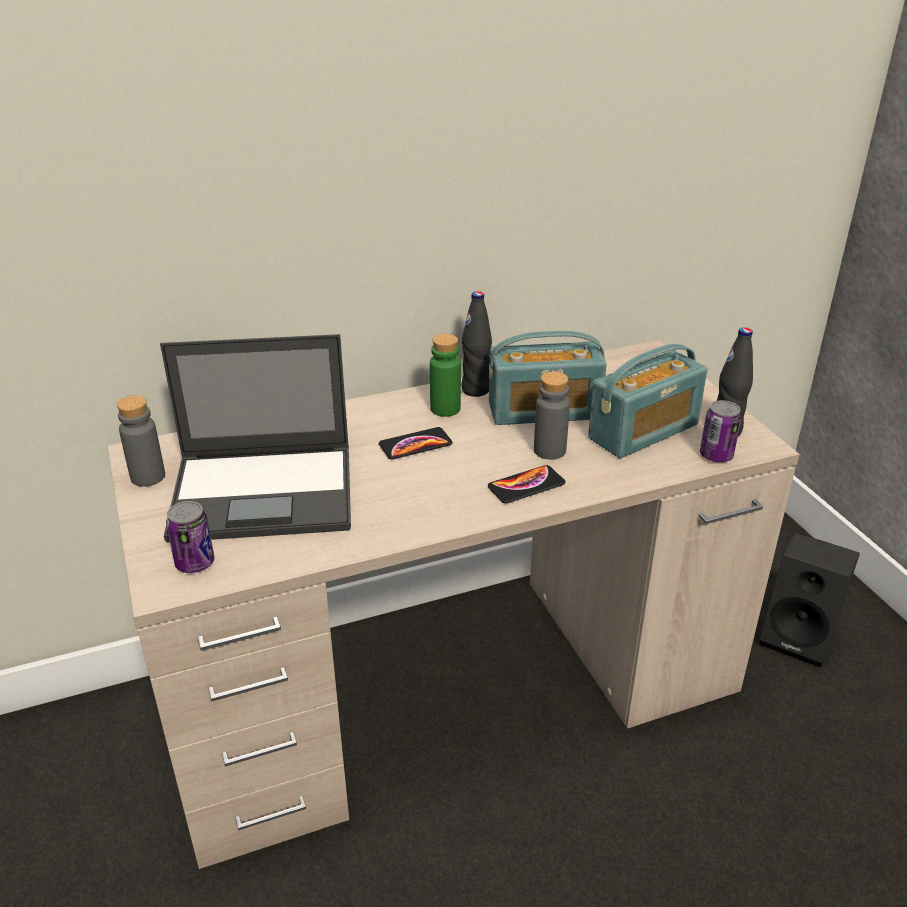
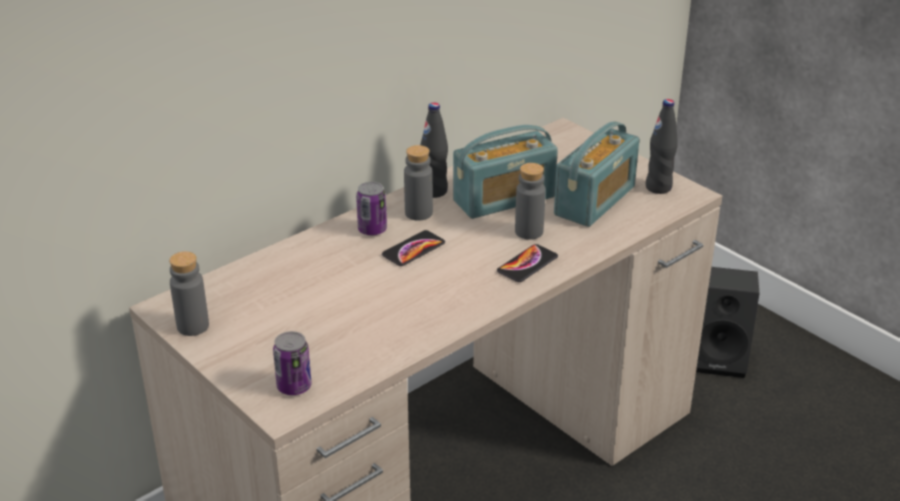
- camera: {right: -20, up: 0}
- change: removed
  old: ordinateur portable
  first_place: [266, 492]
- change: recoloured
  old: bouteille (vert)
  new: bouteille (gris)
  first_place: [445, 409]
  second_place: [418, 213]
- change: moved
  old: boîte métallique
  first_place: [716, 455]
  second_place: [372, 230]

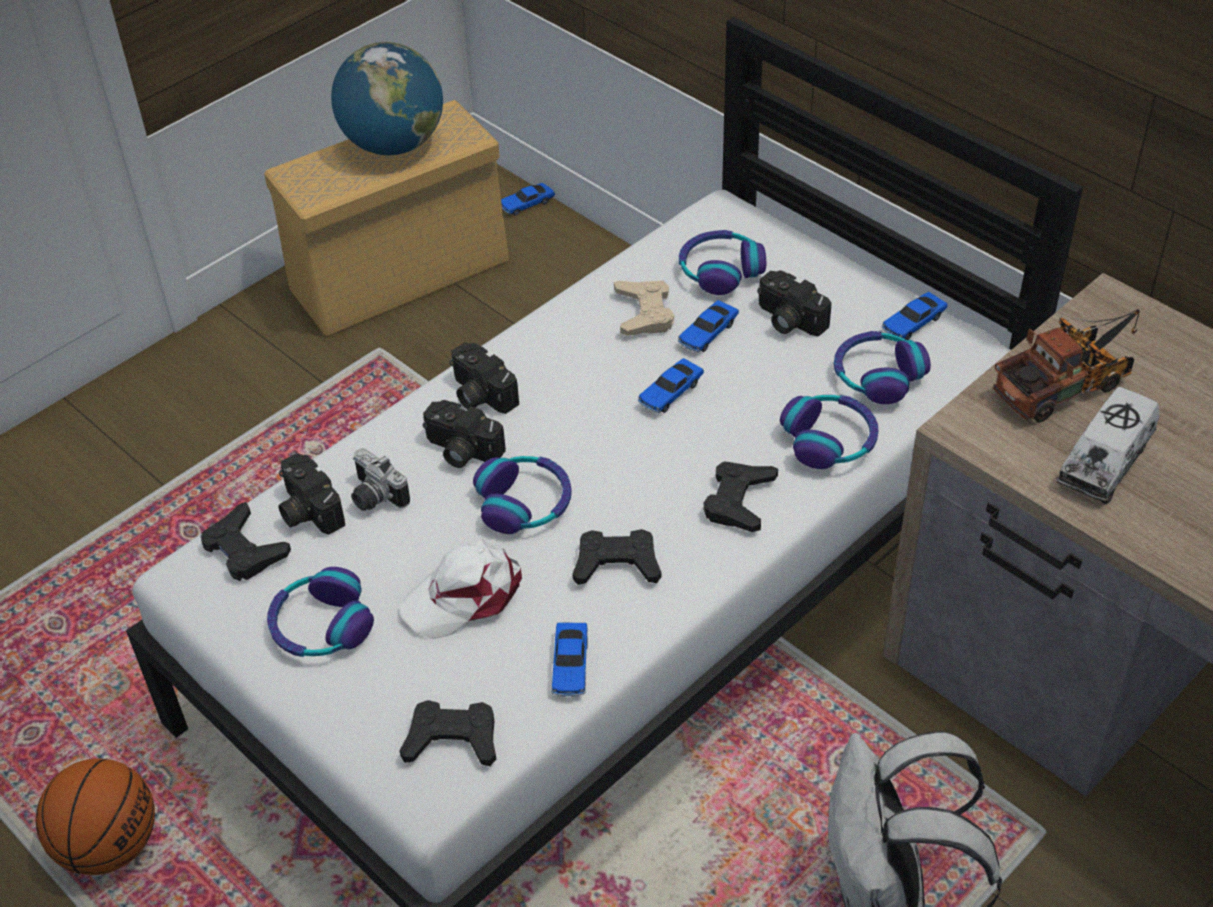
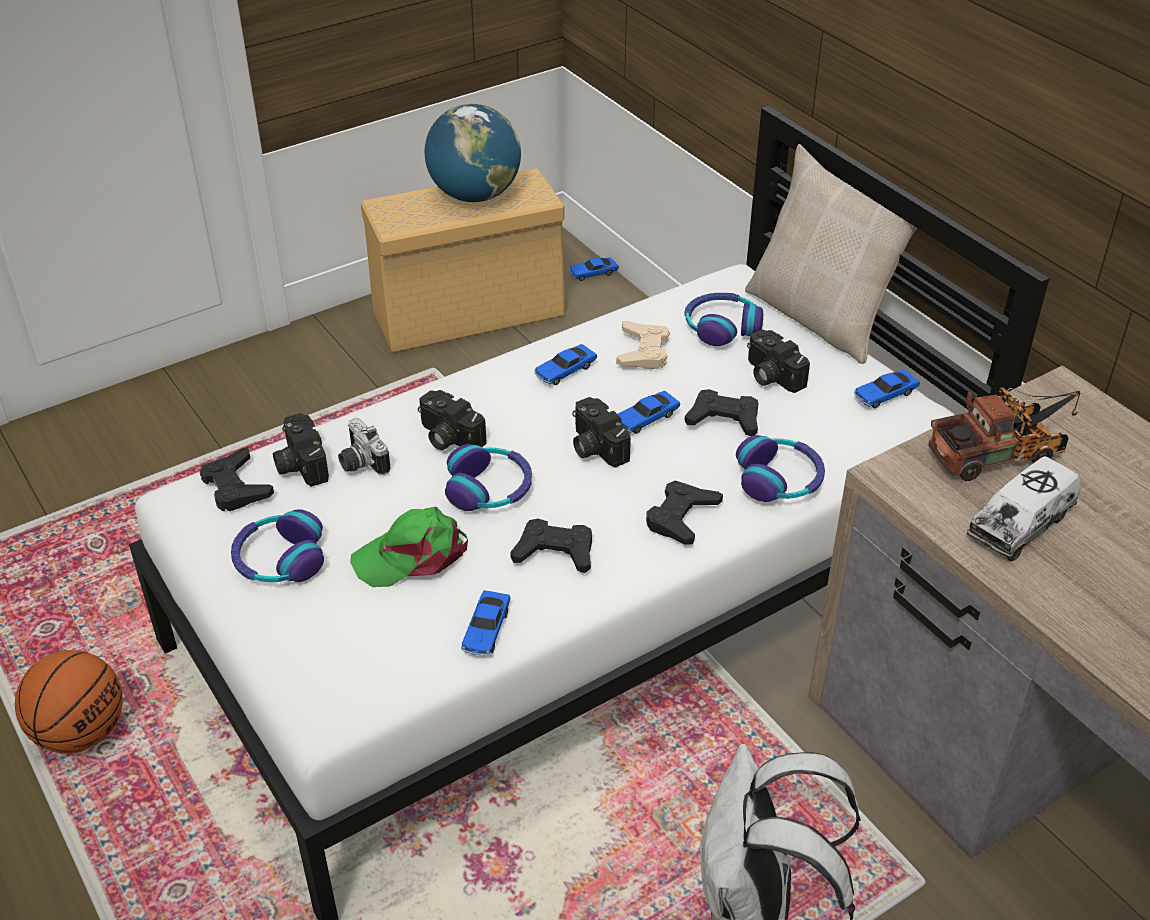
- camera: {right: 10, up: -5}
- change: moved
  old: petite voiture
  first_place: [707, 333]
  second_place: [565, 371]
- change: removed
  old: casque audio
  first_place: [877, 375]
- change: moved
  old: appareil photo
  first_place: [479, 394]
  second_place: [594, 447]
- change: recoloured
  old: casquette (blanc)
  new: casquette (vert)
  first_place: [465, 595]
  second_place: [412, 556]
- change: moved
  old: manette (noir)
  first_place: [452, 739]
  second_place: [724, 419]
- change: added
  new: coussin (beige)
  second_place: [820, 317]

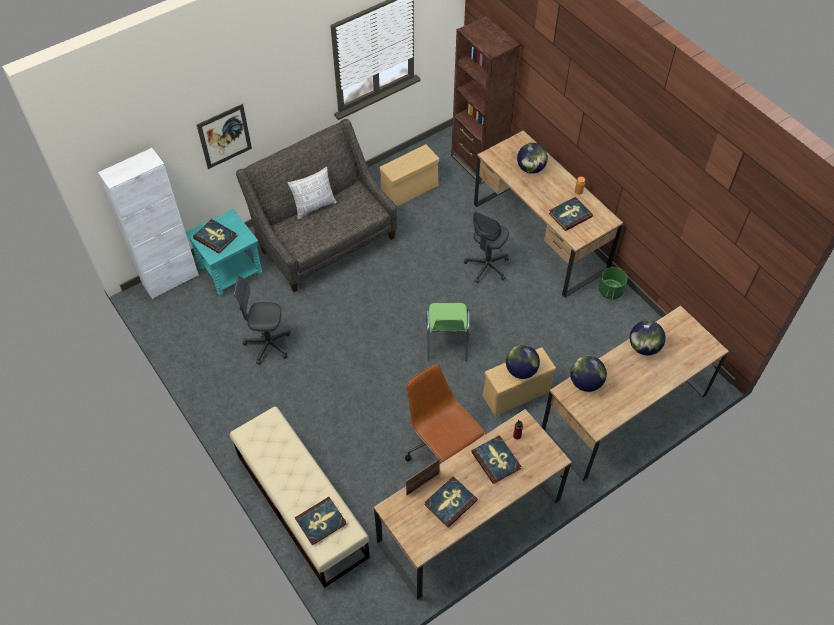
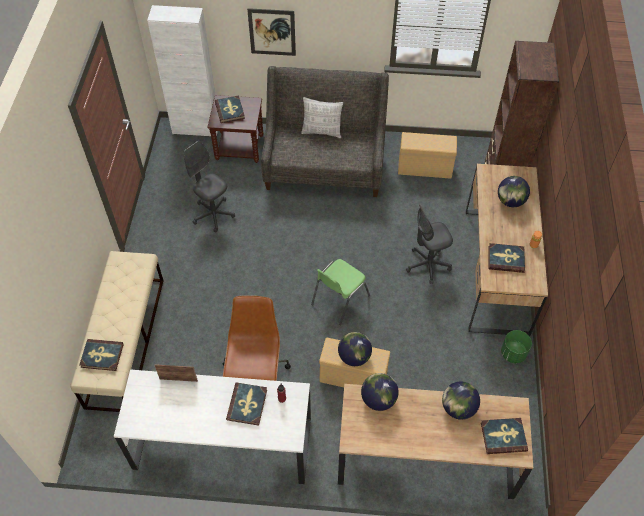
- camera: {right: 40, up: 0}
- change: recoloured
  old: table d'appoint (turquoise)
  new: table d'appoint (marron)
  first_place: [231, 271]
  second_place: [239, 147]
- change: recoloured
  old: bureau (marron)
  new: bureau (blanc)
  first_place: [469, 521]
  second_place: [223, 444]
- change: moved
  old: livre
  first_place: [450, 502]
  second_place: [503, 436]

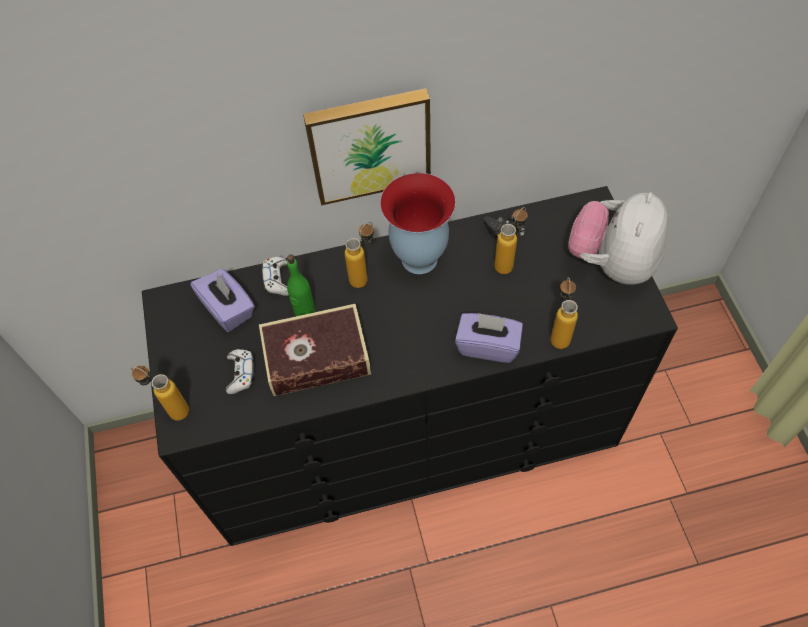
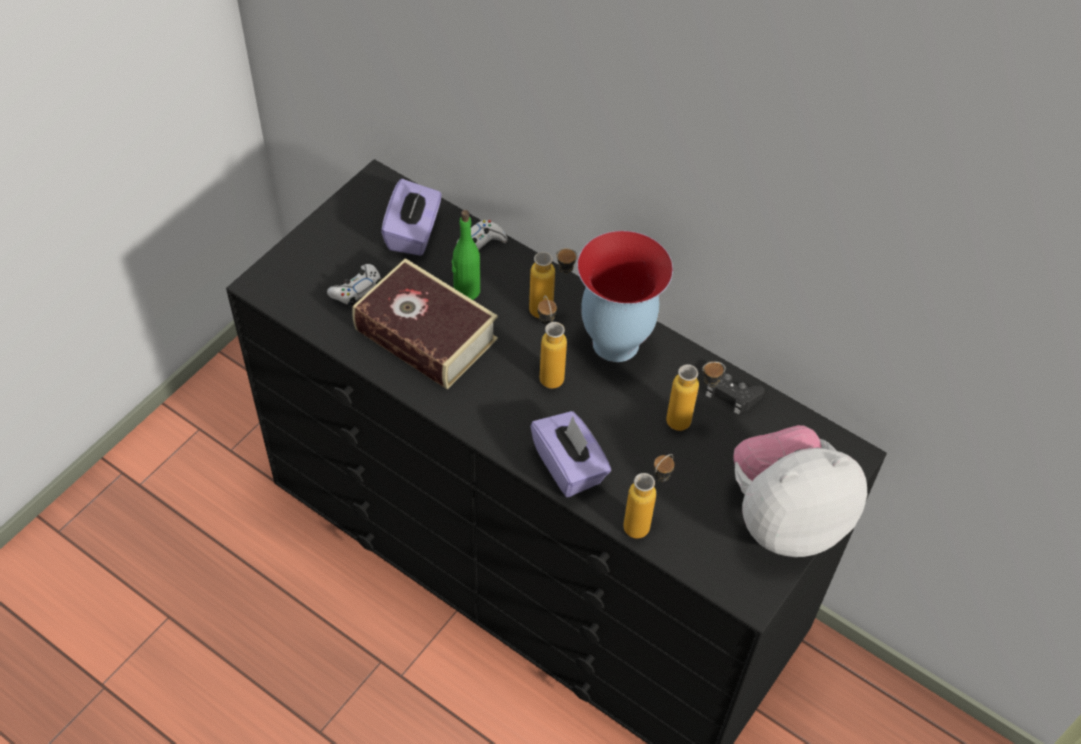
- camera: {right: 45, up: -5}
- change: removed
  old: tableau
  first_place: [369, 144]
- change: moved
  old: bouteille
  first_place: [171, 409]
  second_place: [548, 371]

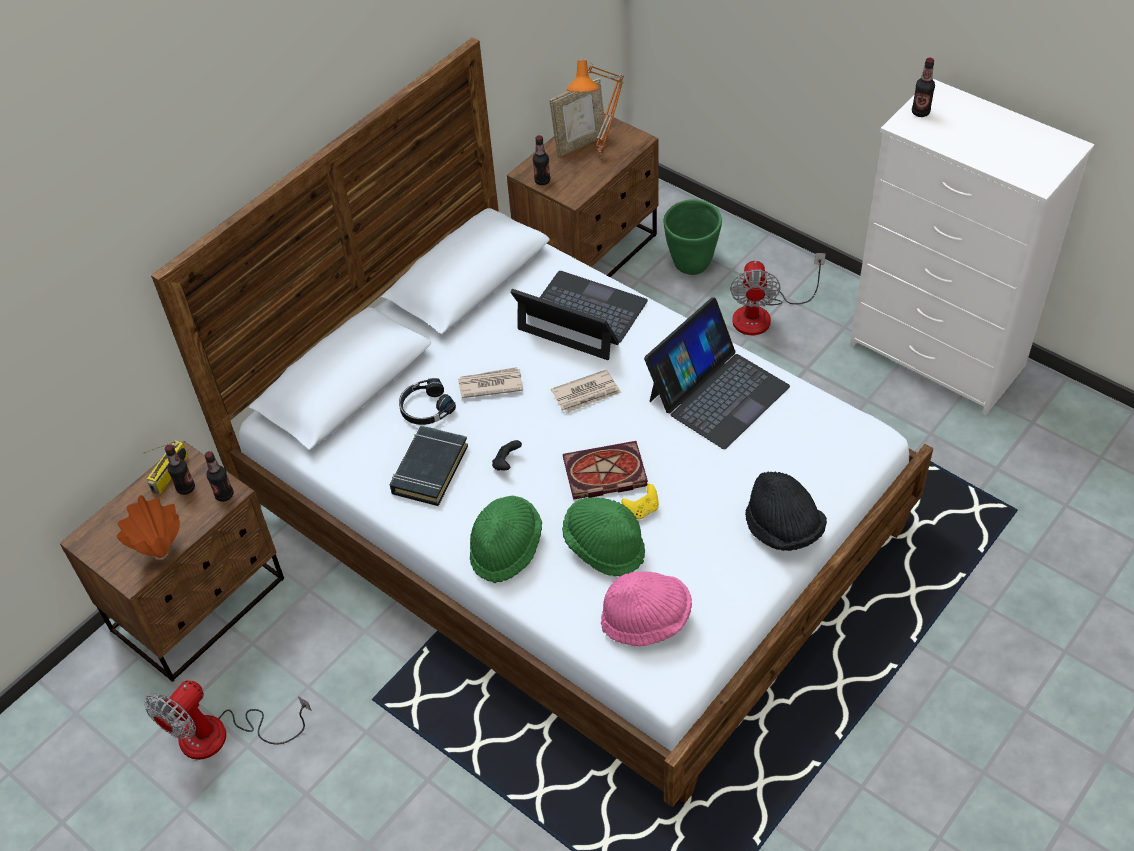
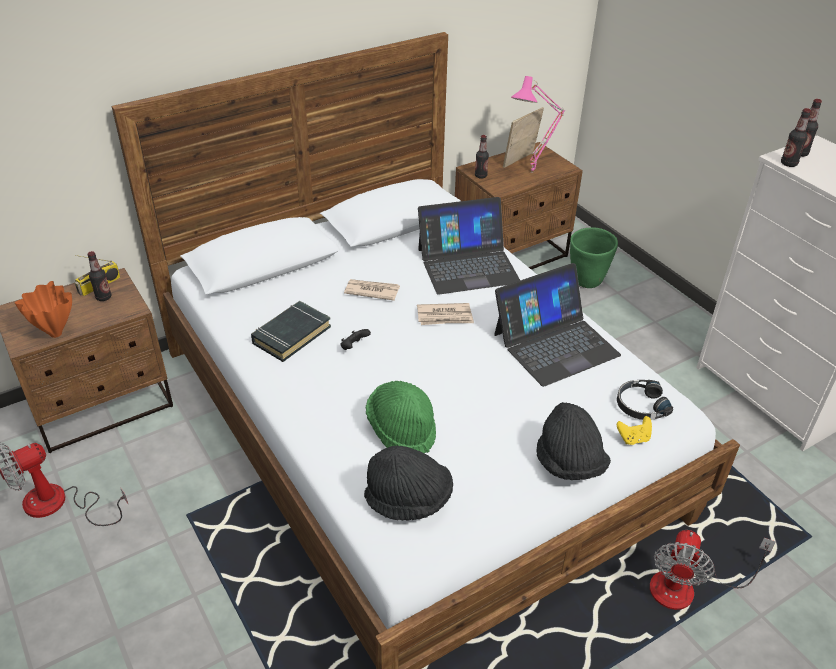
- camera: {right: 15, up: -10}
- change: recoloured
  old: lampe de table (orange)
  new: lampe de table (rose)
  first_place: [603, 159]
  second_place: [533, 173]
- change: turned
  old: cadre photo
  first_place: [580, 144]
  second_place: [520, 161]
  degrees: 150
- change: moved
  old: ventilateur
  first_place: [763, 314]
  second_place: [686, 587]
- change: turned
  old: ordinateur portable
  first_place: [581, 316]
  second_place: [467, 265]
  degrees: 120
- change: moved
  old: casque audio (noir)
  first_place: [425, 408]
  second_place: [640, 405]
- change: removed
  old: livre
  first_place: [603, 474]
- change: moved
  old: bouteille
  first_place: [224, 495]
  second_place: [788, 164]
- change: moved
  old: manette (jaune)
  first_place: [642, 510]
  second_place: [633, 438]
- change: removed
  old: chapeau (vert)
  first_place: [505, 548]
- change: recoloured
  old: chapeau (rose)
  new: chapeau (noir)
  first_place: [646, 620]
  second_place: [409, 500]

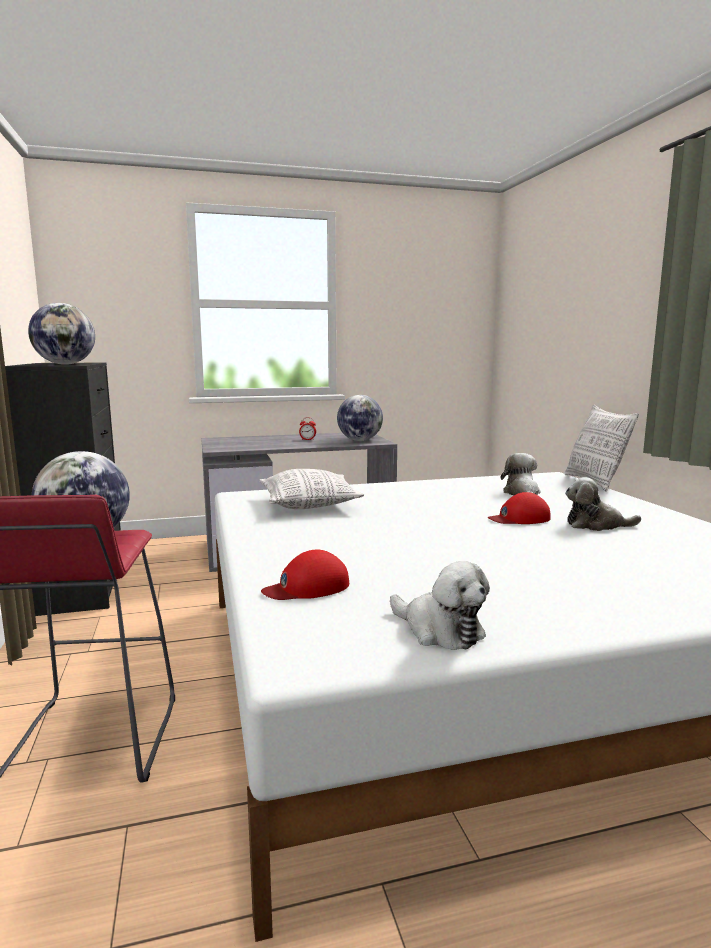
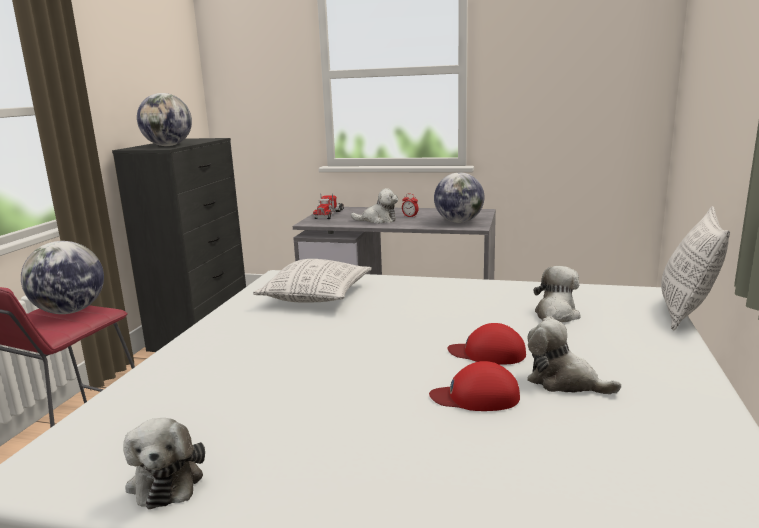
- camera: {right: 30, up: 5}
- change: moved
  old: casquette (rouge)
  first_place: [307, 587]
  second_place: [476, 397]
- change: added
  new: peluche
  second_place: [378, 220]
- change: added
  new: camion jouet
  second_place: [329, 214]

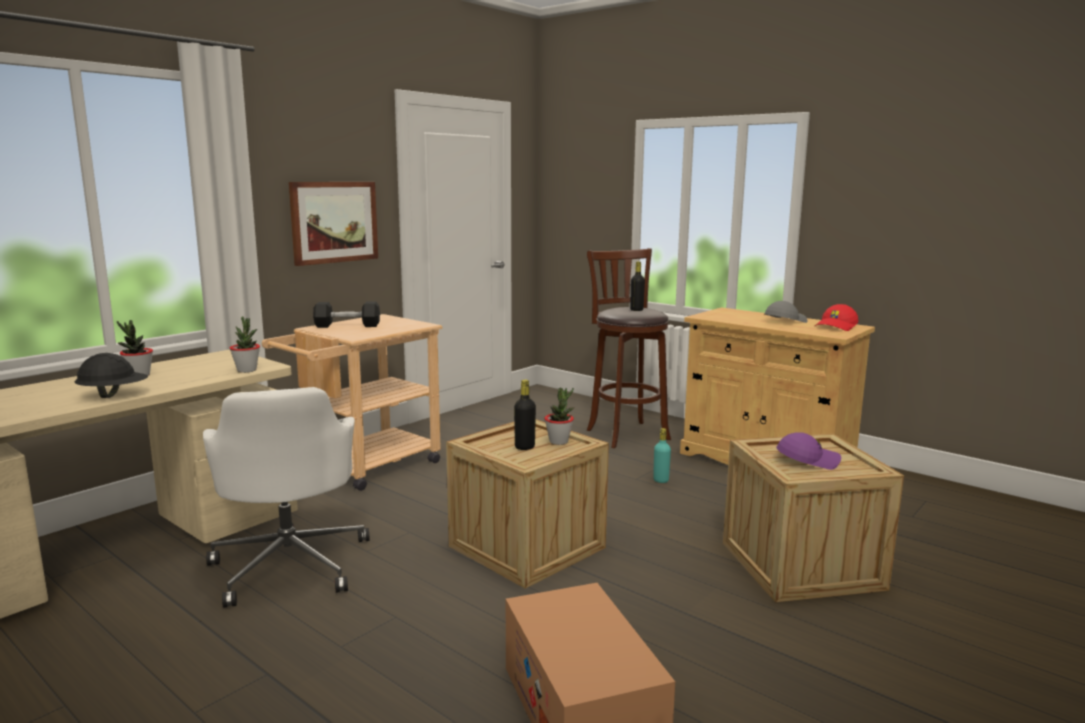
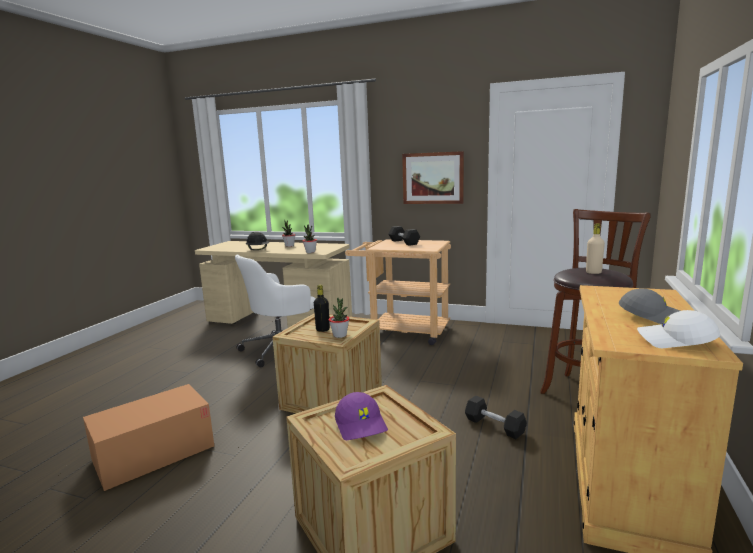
- camera: {right: 70, up: 0}
- change: recoloured
  old: bouteille (noir)
  new: bouteille (beige)
  first_place: [636, 310]
  second_place: [593, 272]
- change: recoloured
  old: casquette (rouge)
  new: casquette (blanc)
  first_place: [837, 327]
  second_place: [675, 341]
- change: replaced
  old: bouteille (turquoise)
  new: haltère (noir)
  first_place: [661, 480]
  second_place: [494, 426]

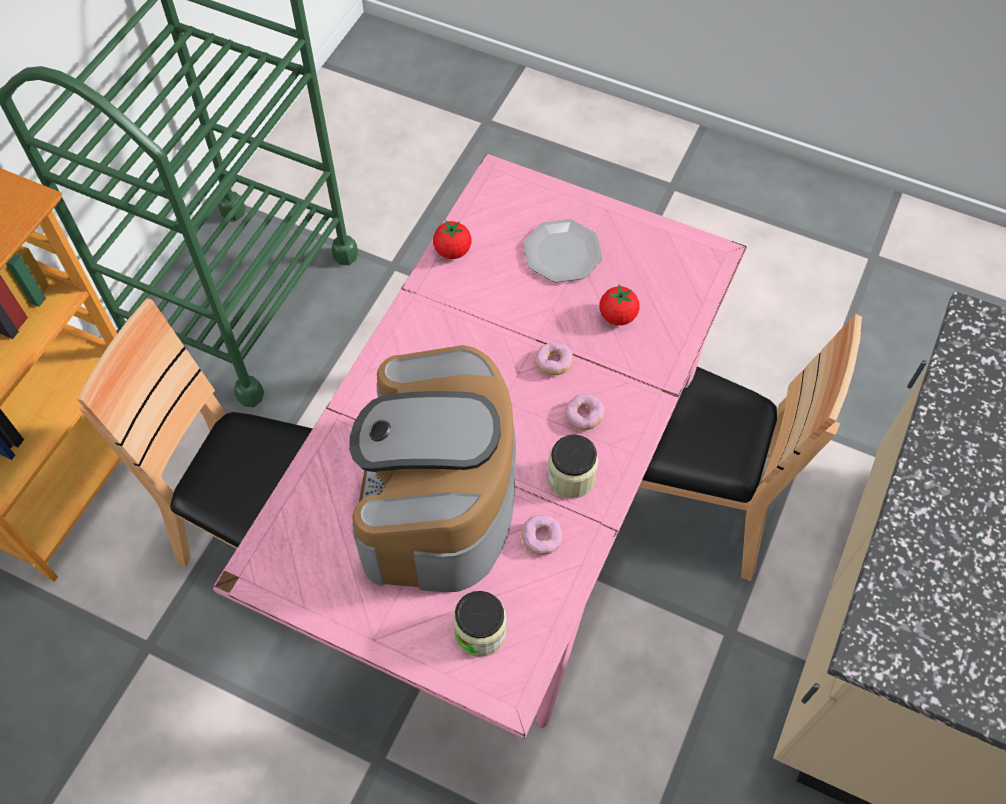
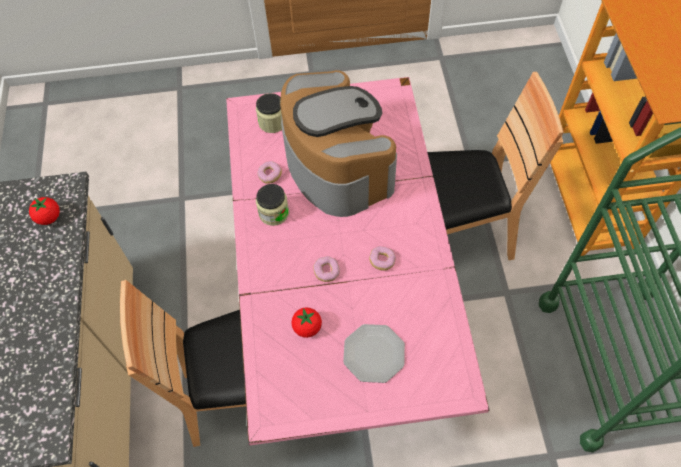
- camera: {right: 150, up: 0}
- change: moved
  old: tomate
  first_place: [452, 251]
  second_place: [49, 217]
- change: moved
  old: beignet
  first_place: [584, 416]
  second_place: [382, 261]

